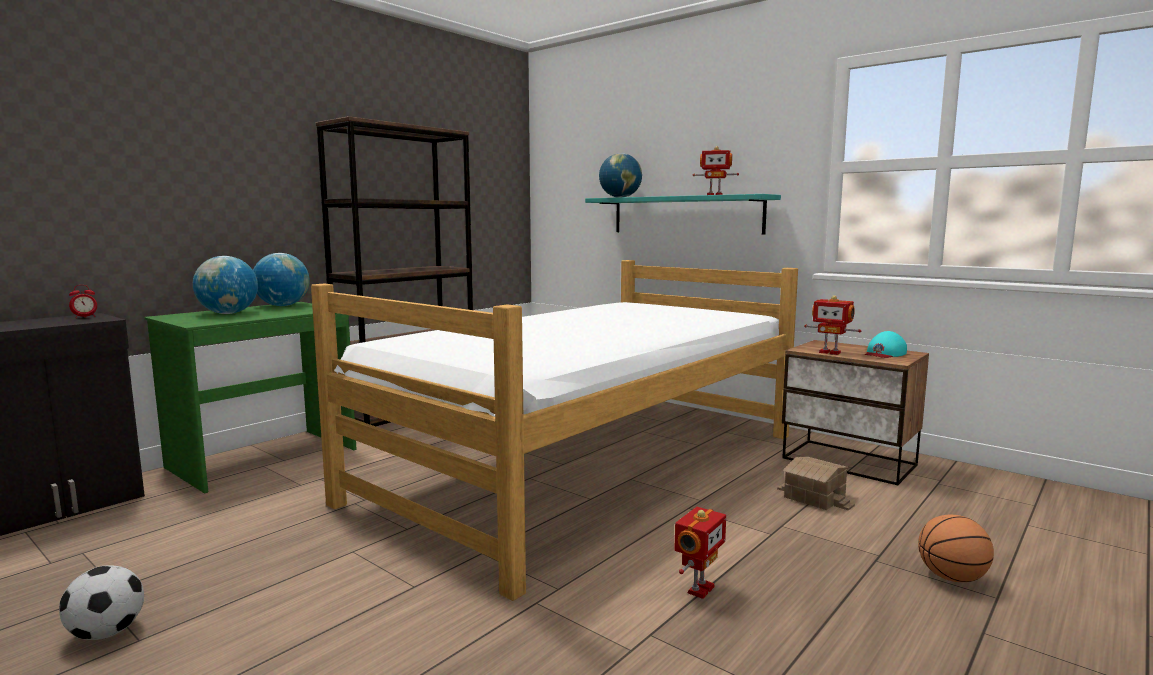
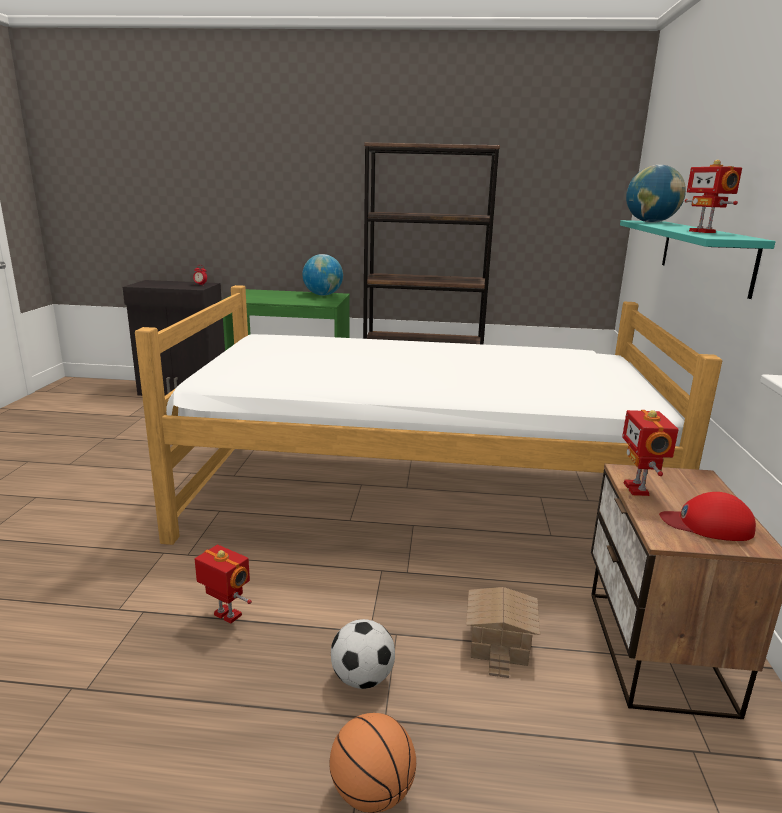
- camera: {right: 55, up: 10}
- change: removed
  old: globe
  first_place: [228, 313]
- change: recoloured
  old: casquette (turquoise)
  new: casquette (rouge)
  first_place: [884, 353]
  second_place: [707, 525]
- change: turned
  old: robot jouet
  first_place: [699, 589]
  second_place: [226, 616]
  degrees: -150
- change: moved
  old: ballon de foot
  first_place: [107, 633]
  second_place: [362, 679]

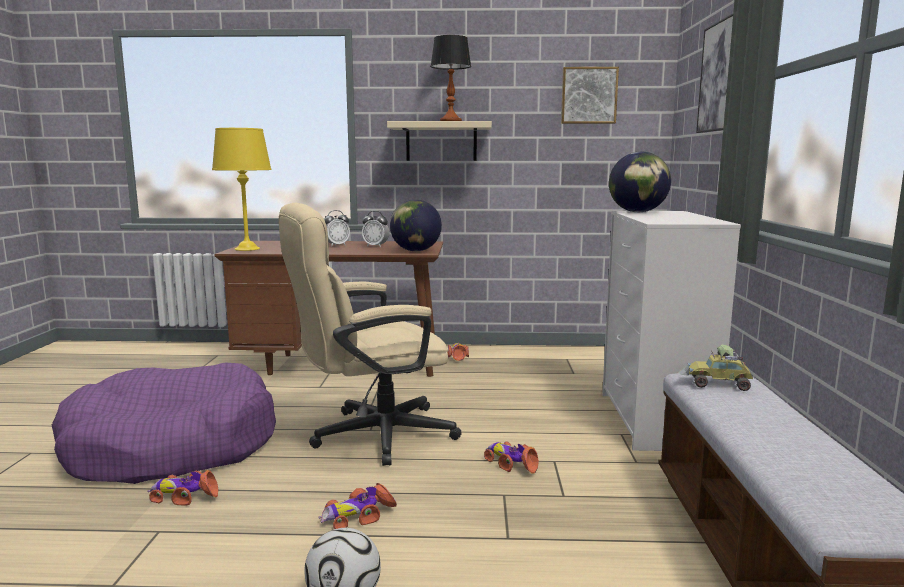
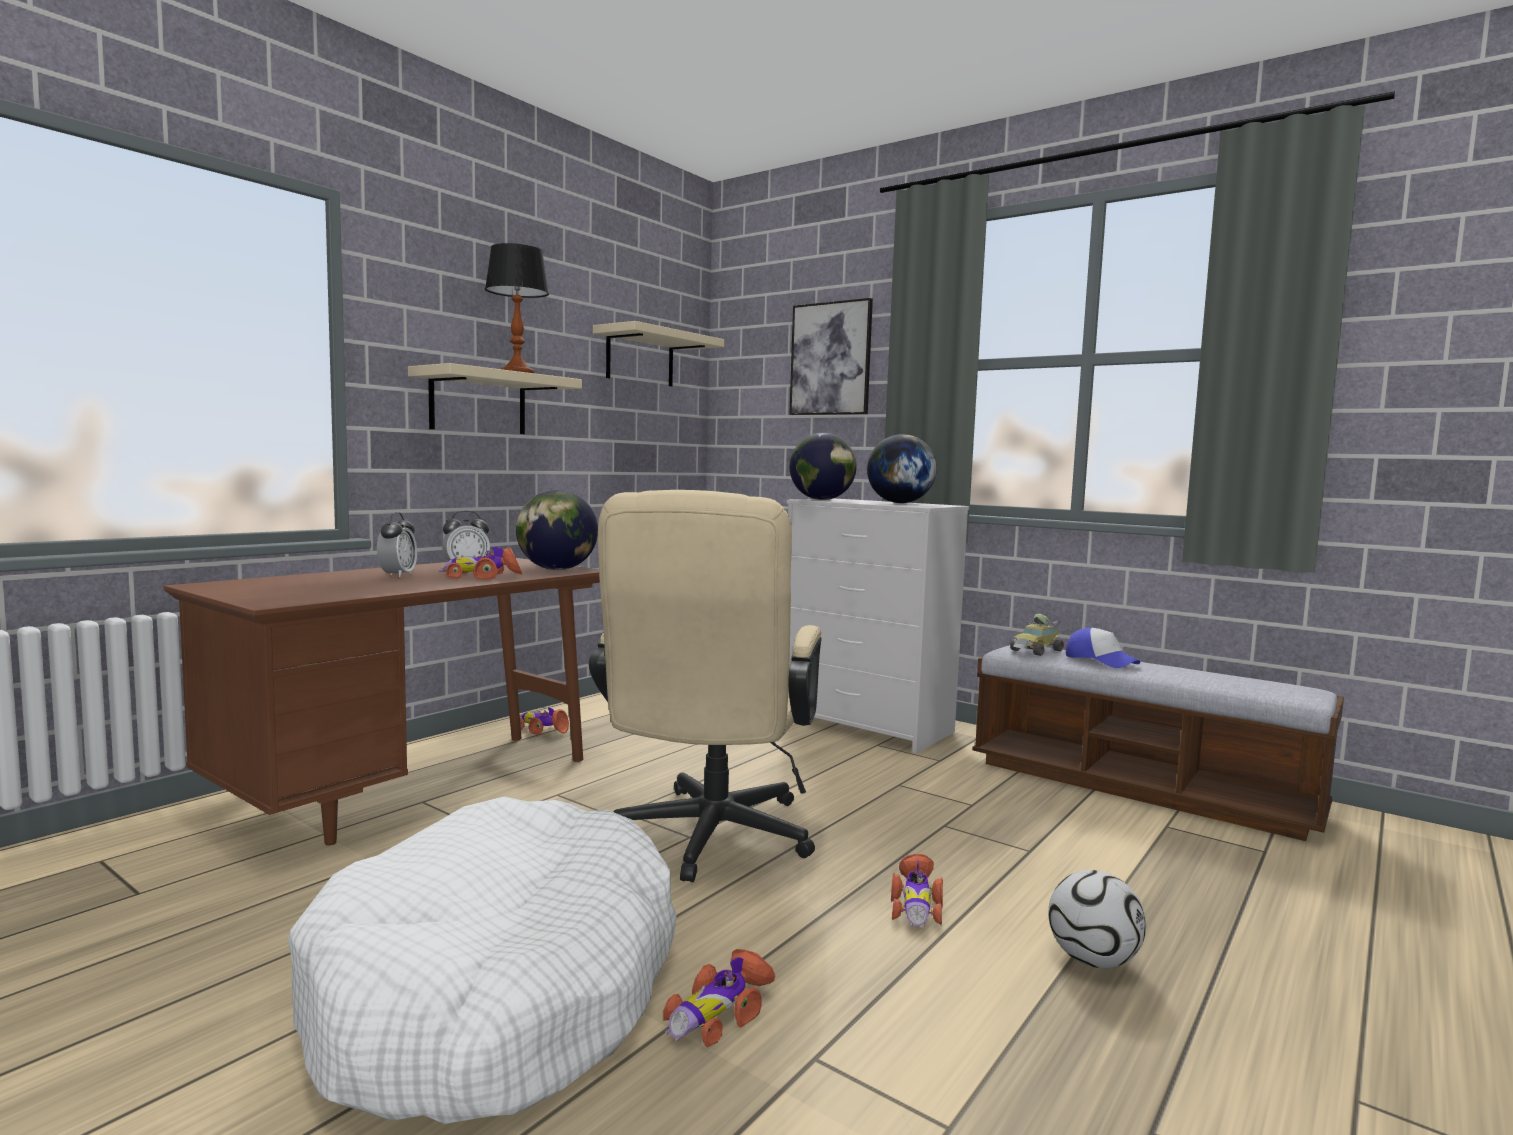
- camera: {right: -55, up: -5}
- change: replaced
  old: tableau
  new: étagère (beige)
  first_place: [588, 96]
  second_place: [640, 358]
- change: removed
  old: lampe de table (jaune)
  first_place: [247, 249]
- change: recoloured
  old: panier pour chien (violet)
  new: panier pour chien (blanc)
  first_place: [172, 446]
  second_place: [497, 991]
- change: moved
  old: petite voiture
  first_place: [511, 463]
  second_place: [482, 576]
- change: added
  new: globe
  second_place: [899, 503]
- change: added
  new: casquette
  second_place: [1100, 660]

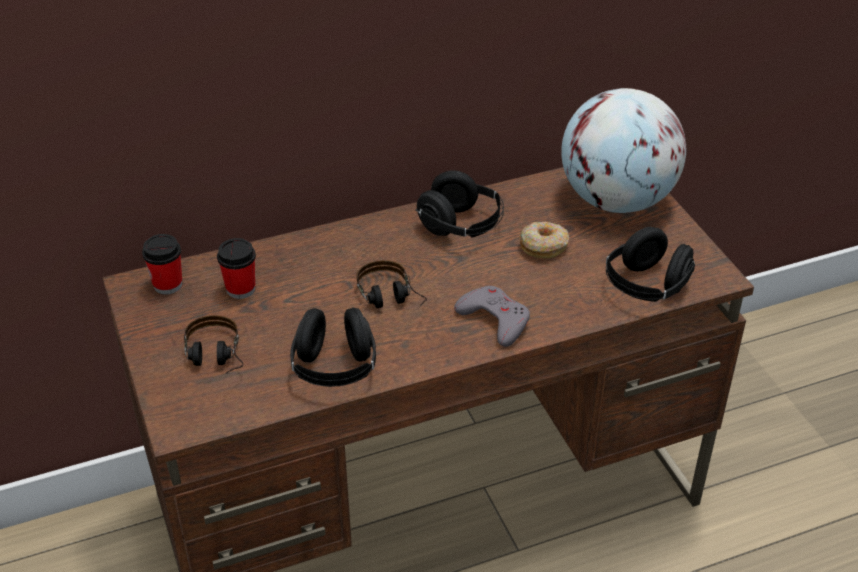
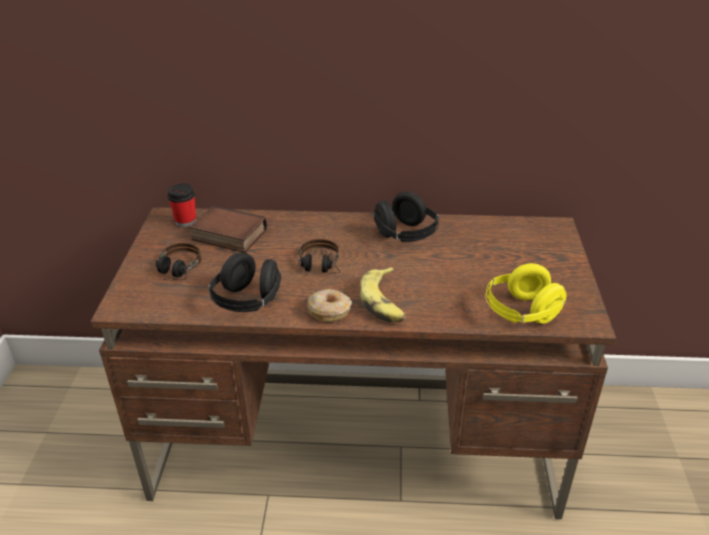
- camera: {right: 25, up: -5}
- change: removed
  old: globe
  first_place: [617, 200]
- change: moved
  old: beignet
  first_place: [543, 246]
  second_place: [330, 311]
- change: recoloured
  old: casque audio (noir)
  new: casque audio (jaune)
  first_place: [646, 287]
  second_place: [521, 312]
- change: replaced
  old: tasse
  new: livre
  first_place: [241, 289]
  second_place: [227, 235]
- change: replaced
  old: manette (gris)
  new: banane
  first_place: [494, 319]
  second_place: [384, 302]

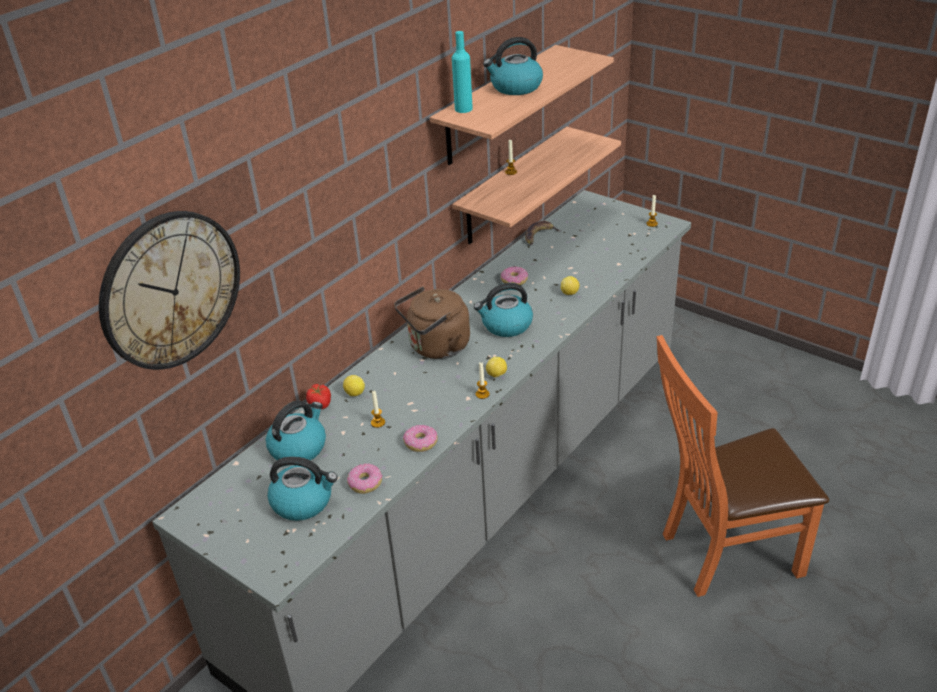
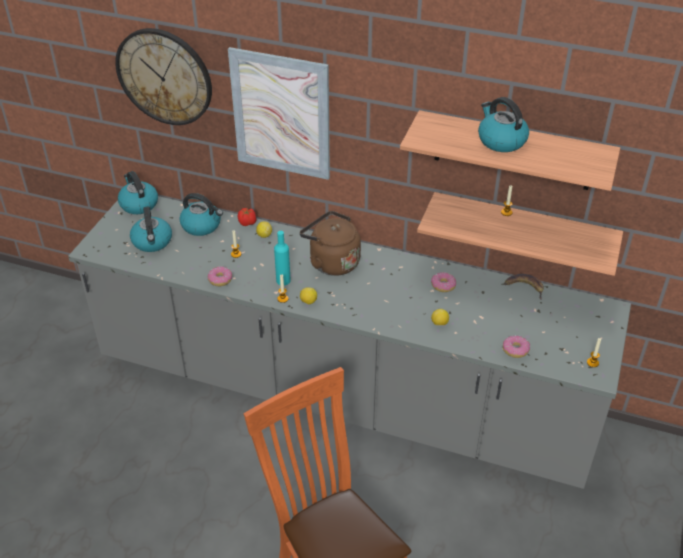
- camera: {right: 70, up: 5}
- change: moved
  old: bouteille (turquoise)
  first_place: [463, 109]
  second_place: [283, 280]
- change: moved
  old: bouilloire
  first_place: [506, 325]
  second_place: [138, 204]
- change: moved
  old: beignet
  first_place: [365, 483]
  second_place: [515, 350]
- change: added
  new: tableau
  second_place: [281, 114]

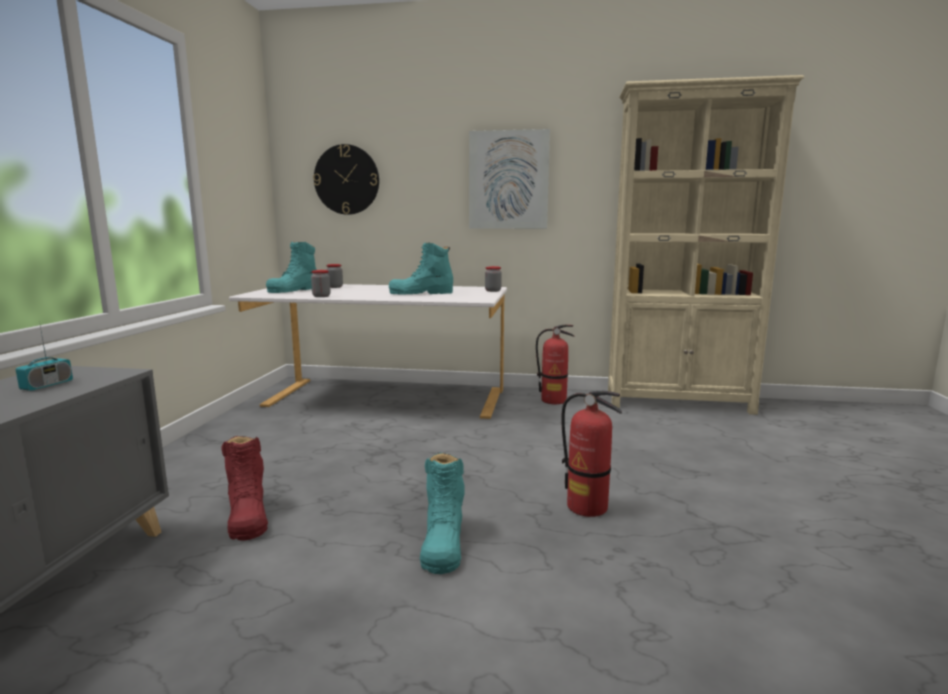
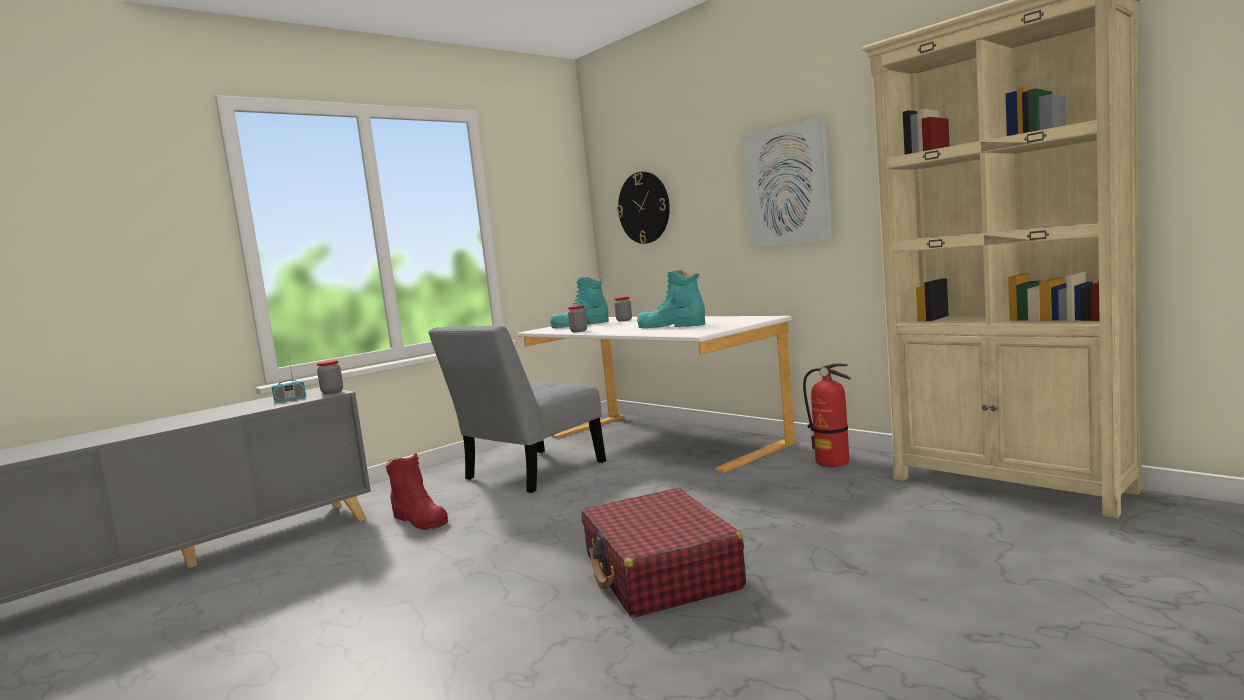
- camera: {right: 40, up: -5}
- change: moved
  old: bocal
  first_place: [493, 291]
  second_place: [332, 392]
- change: replaced
  old: extincteur
  new: valise (rouge)
  first_place: [587, 507]
  second_place: [661, 572]
- change: turned
  old: botte (rouge)
  first_place: [247, 516]
  second_place: [420, 519]
  degrees: -60
- change: removed
  old: botte (turquoise)
  first_place: [443, 543]
- change: added
  new: chaise (gris)
  second_place: [529, 473]

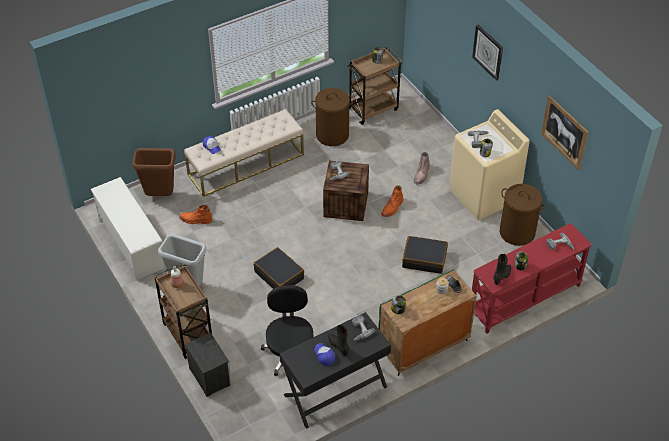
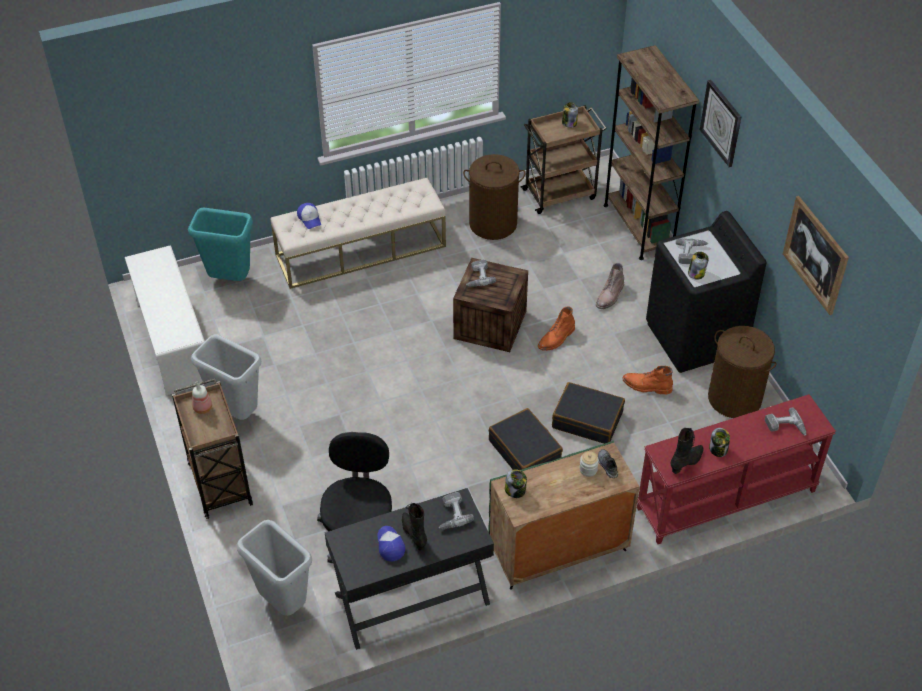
- camera: {right: 10, up: 0}
- change: recoloured
  old: lave-linge (beige)
  new: lave-linge (noir)
  first_place: [484, 196]
  second_place: [695, 338]
- change: recoloured
  old: poubelle (marron)
  new: poubelle (turquoise)
  first_place: [159, 196]
  second_place: [229, 280]
- change: moved
  old: botte (orange)
  first_place: [195, 220]
  second_place: [646, 386]
- change: moved
  old: valise (noir)
  first_place: [279, 275]
  second_place: [525, 450]
- change: removed
  old: table de chevet
  first_place: [210, 376]
- change: added
  new: bibliothèque (marron)
  second_place: [638, 227]
- change: added
  new: poubelle (gris)
  second_place: [284, 603]

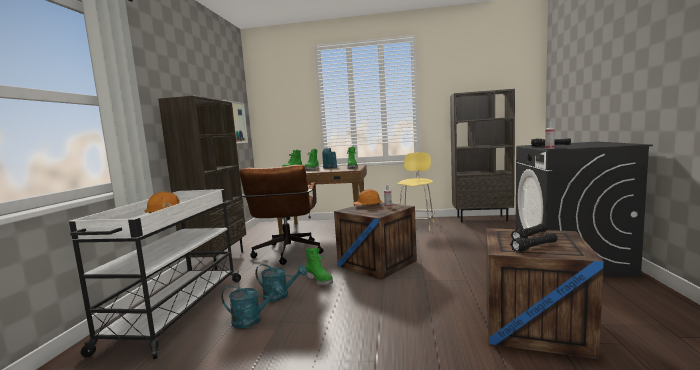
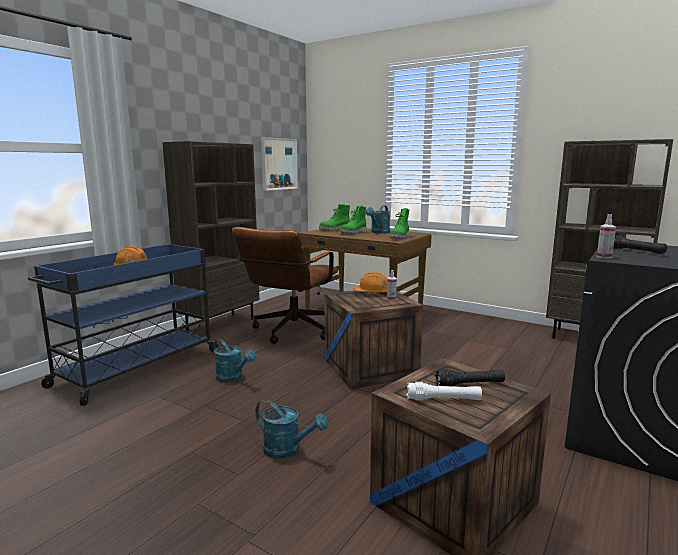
- camera: {right: 25, up: 5}
- change: removed
  old: tabouret (jaune)
  first_place: [416, 225]
- change: recoloured
  old: chariot (blanc)
  new: chariot (bleu)
  first_place: [175, 313]
  second_place: [136, 368]
- change: recoloured
  old: lampe de poche (noir)
  new: lampe de poche (blanc)
  first_place: [534, 247]
  second_place: [443, 399]
- change: removed
  old: botte (vert)
  first_place: [320, 280]
- change: moved
  old: arrosoir (turquoise)
  first_place: [252, 320]
  second_place: [288, 450]

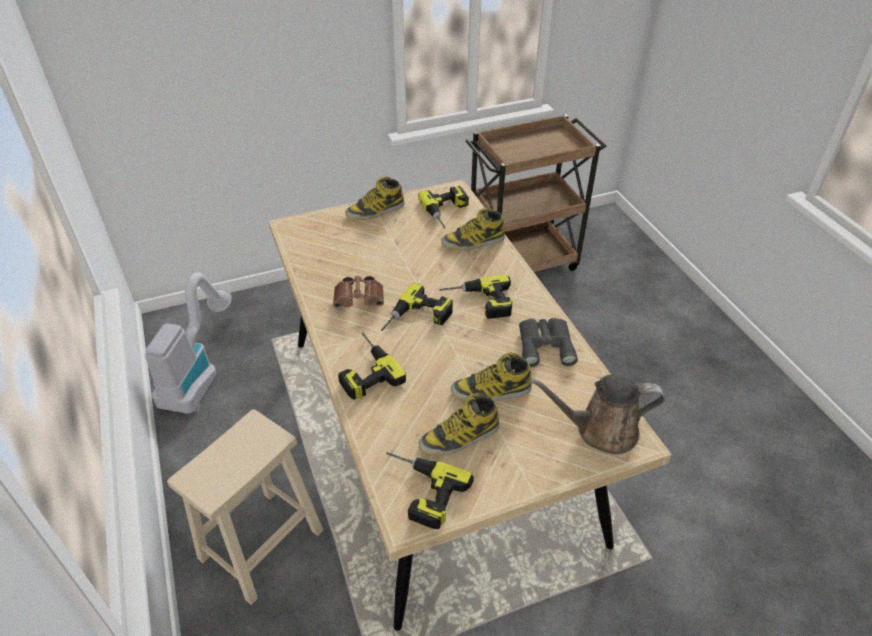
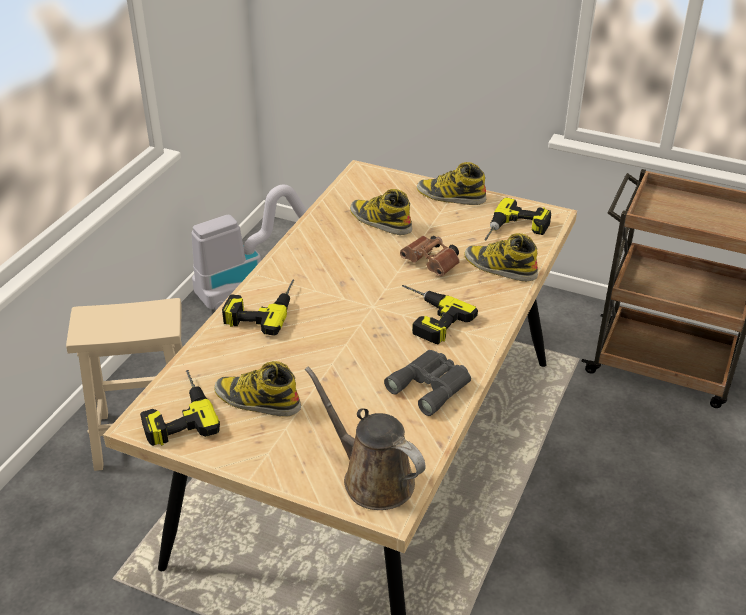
- camera: {right: 45, up: -5}
- change: moved
  old: jumelles (marron)
  first_place: [360, 300]
  second_place: [432, 264]
- change: removed
  old: perceuse
  first_place: [417, 319]
- change: moved
  old: botte
  first_place: [491, 391]
  second_place: [380, 221]

